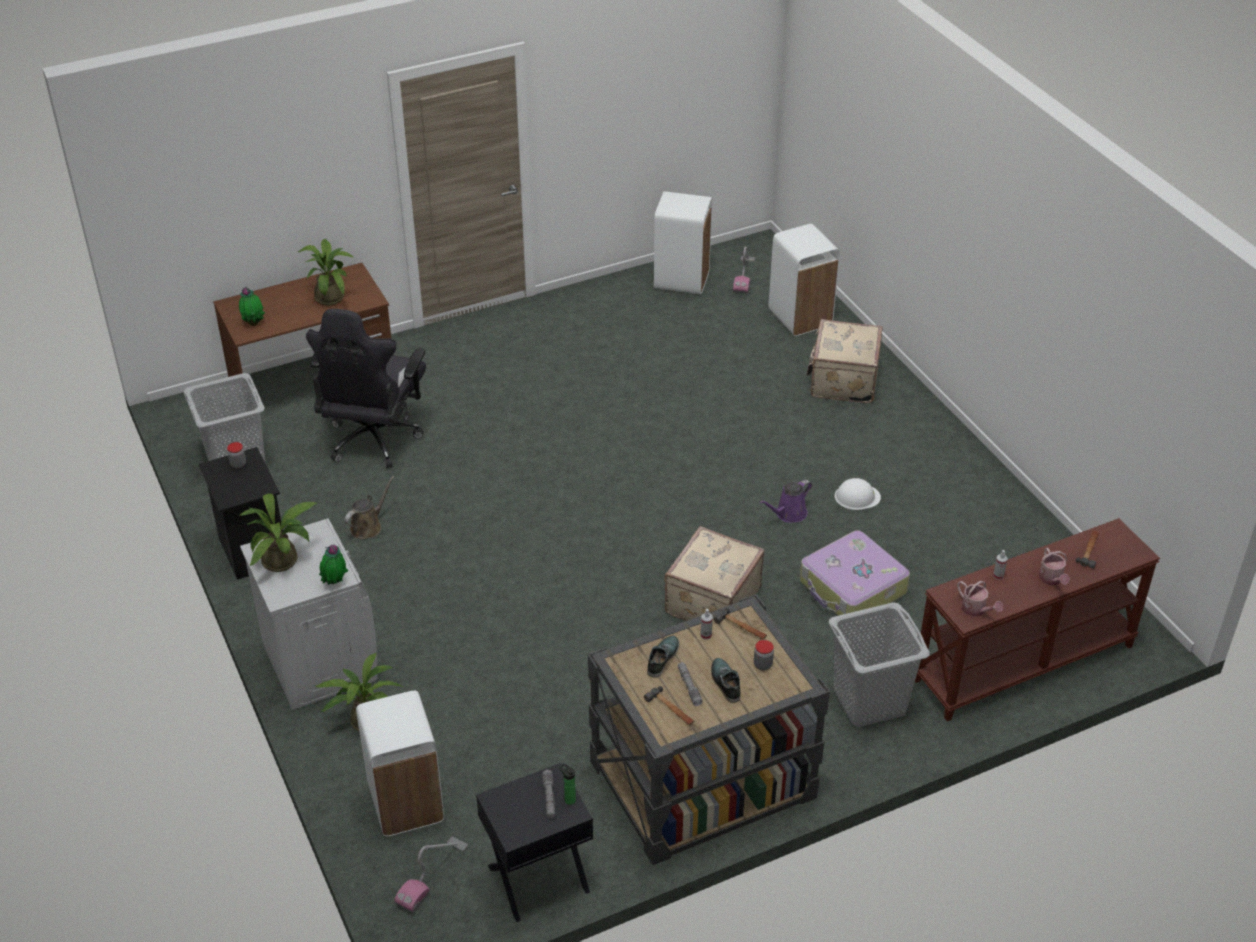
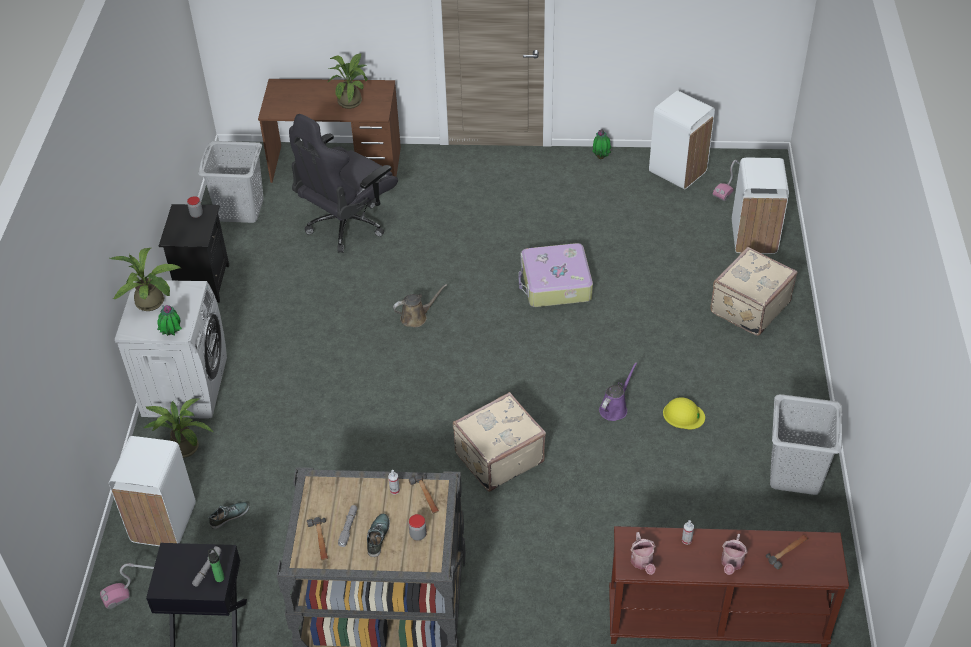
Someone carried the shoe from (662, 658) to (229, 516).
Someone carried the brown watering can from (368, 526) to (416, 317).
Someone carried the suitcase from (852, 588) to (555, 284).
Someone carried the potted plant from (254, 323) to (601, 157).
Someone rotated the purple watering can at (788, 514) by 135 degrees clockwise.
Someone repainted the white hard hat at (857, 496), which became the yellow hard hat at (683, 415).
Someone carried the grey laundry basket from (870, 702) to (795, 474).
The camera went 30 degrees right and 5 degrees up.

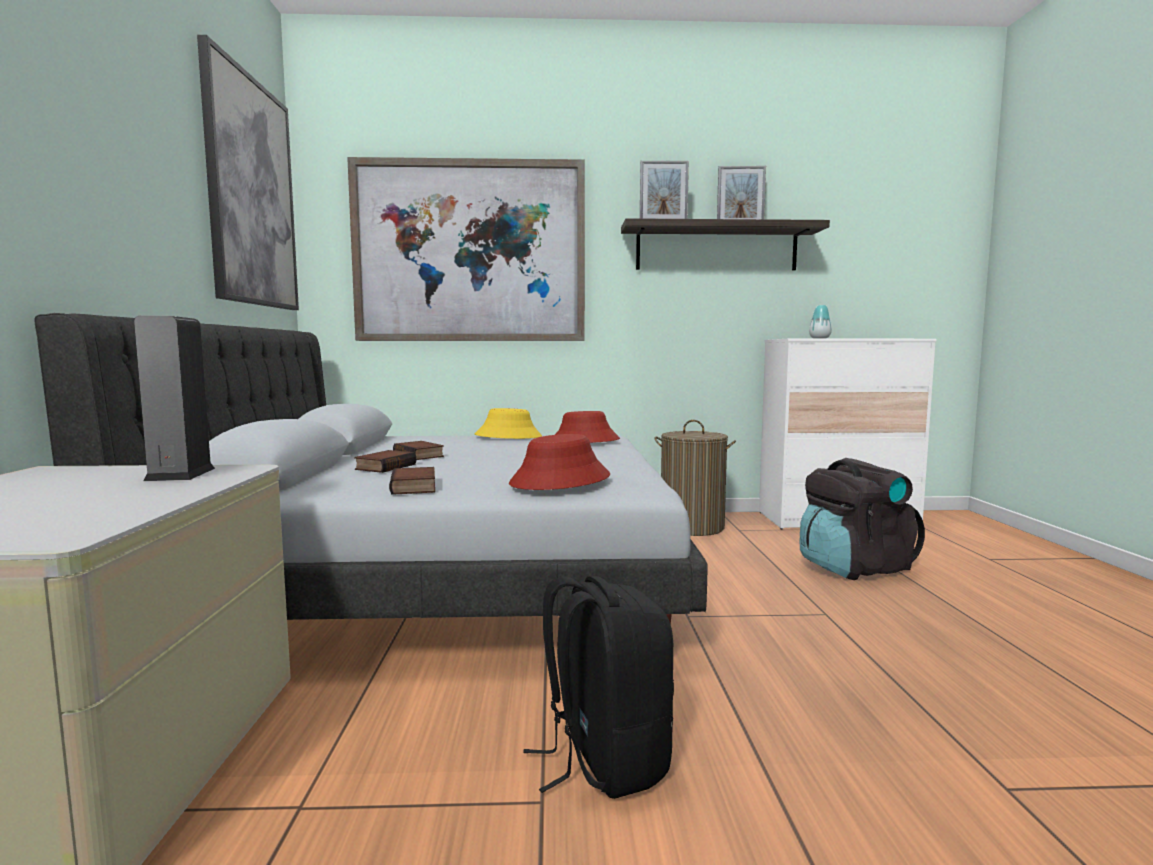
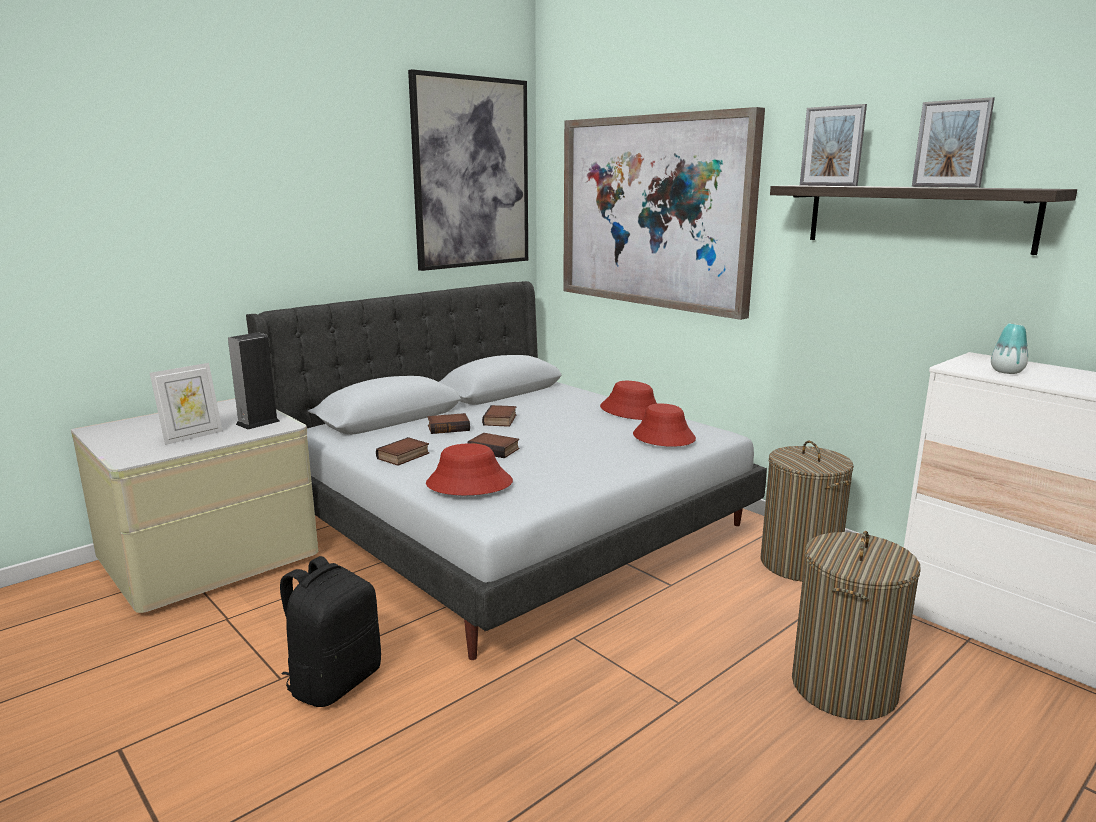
Someone put down the picture frame at (192, 436).
Someone put down the book at (495, 450).
Someone repainted the yellow hat at (508, 436), which became the red hat at (631, 411).
Someone swapped the black backpack at (853, 568) for the laundry basket at (843, 688).
The camera went 50 degrees right and 10 degrees up.

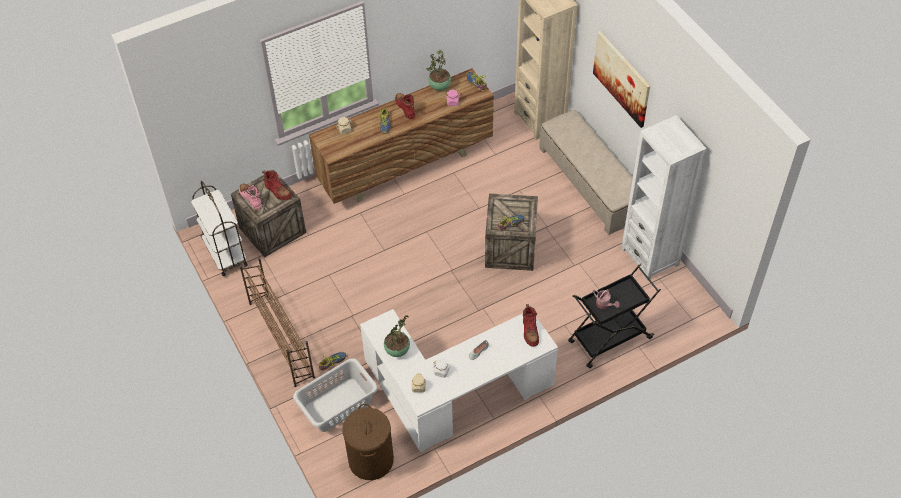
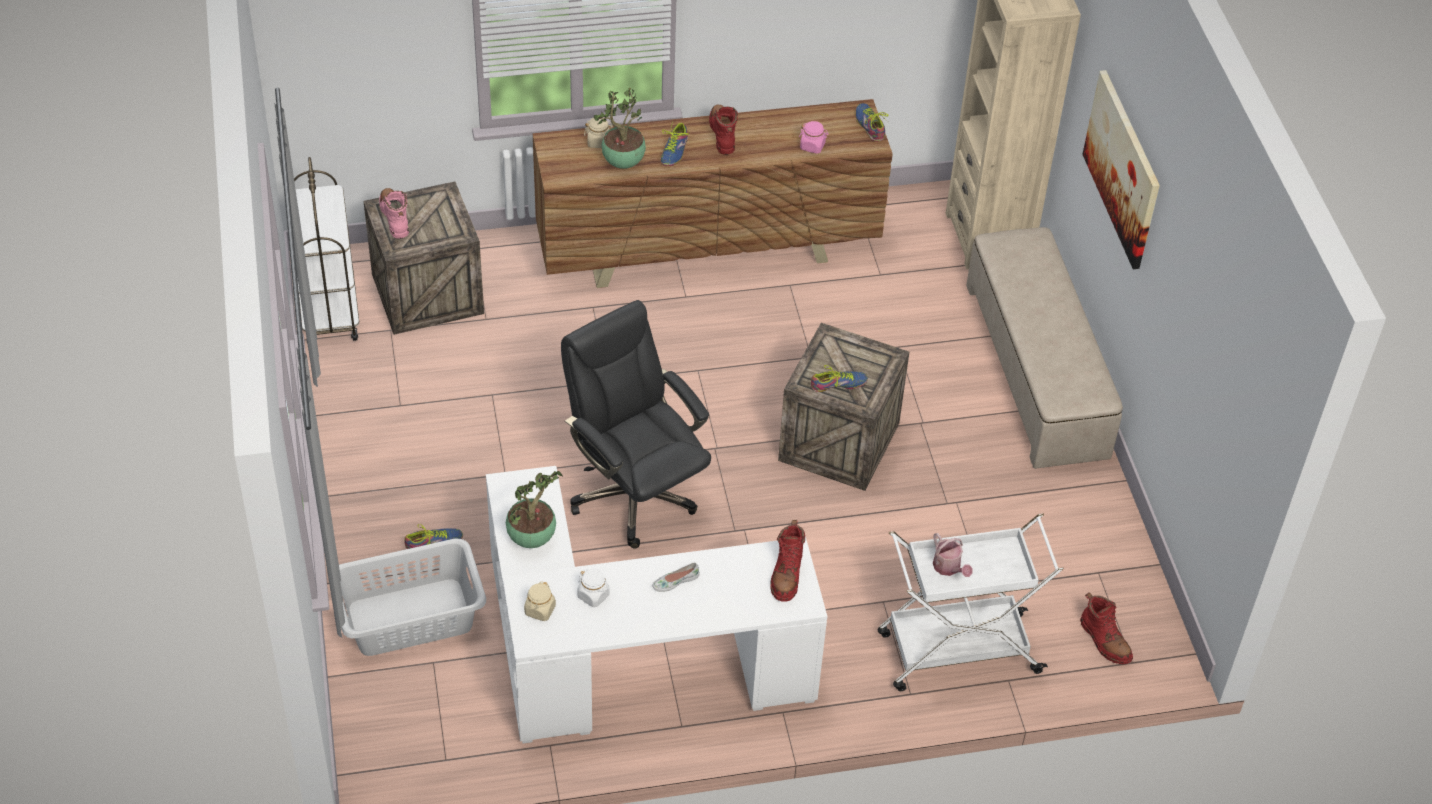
Someone put down the black office chair at (635, 499).
Someone carried the potted plant from (439, 87) to (622, 163).
Someone repainted the black cart at (609, 340), which became the white cart at (957, 652).
Someone carried the red boot from (278, 191) to (1104, 641).
Someone took away the brown shoe rack at (281, 339).
Someone took away the brown laundry basket at (370, 460).
Someone took away the white bookcase at (650, 256).
The camera went 15 degrees right and 5 degrees down.

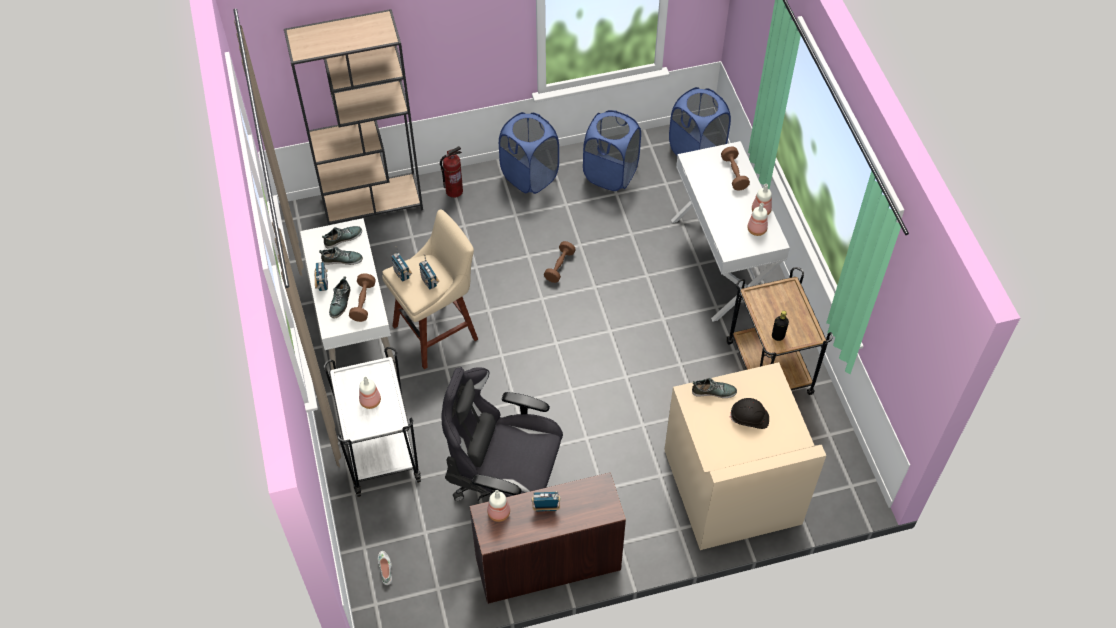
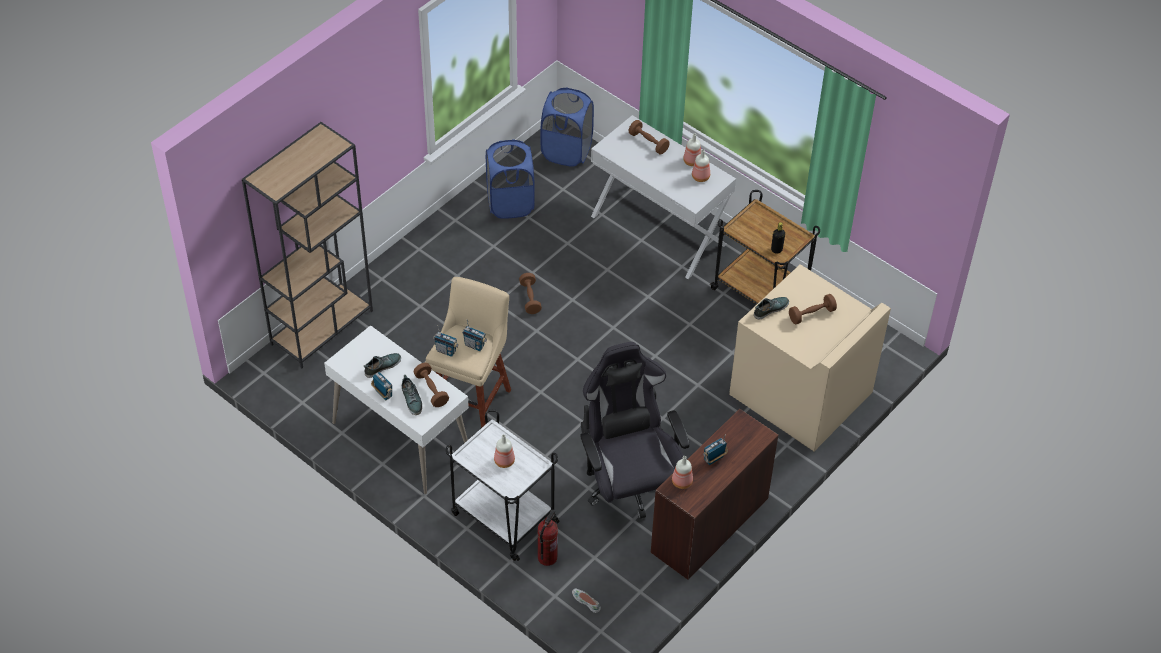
Someone carried the fire extinguisher from (454, 191) to (547, 557).
Someone rotated the black office chair at (507, 485) by 90 degrees clockwise.
Someone swapped the black hard hat at (749, 418) for the brown dumbbell at (811, 314).
Someone took away the shoe at (343, 238).
Someone took away the blue laundry basket at (529, 176).
The camera went 35 degrees left and 5 degrees down.

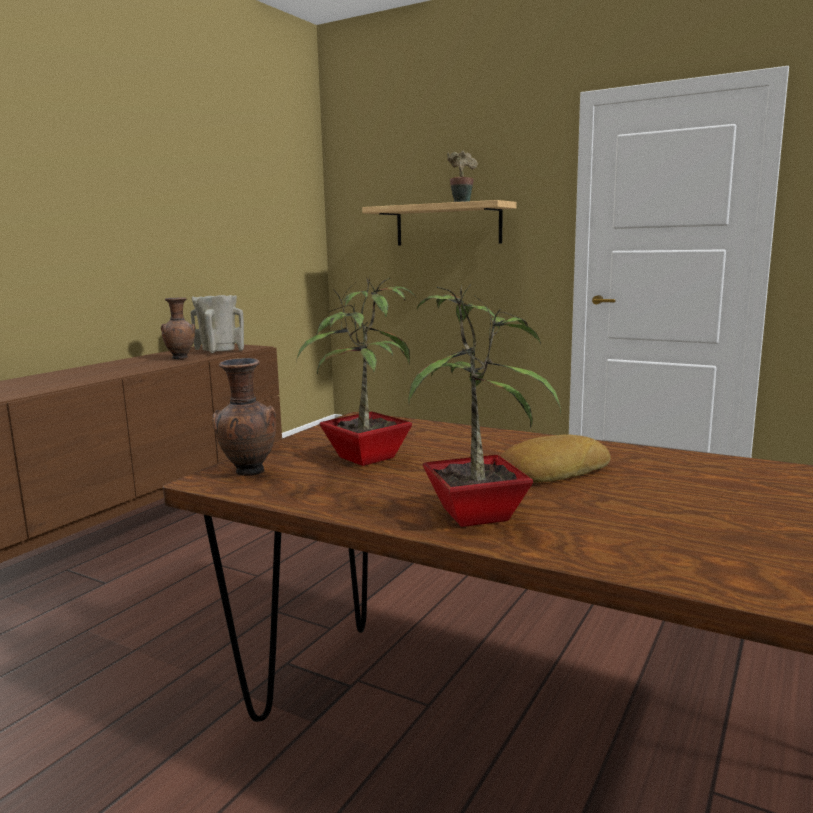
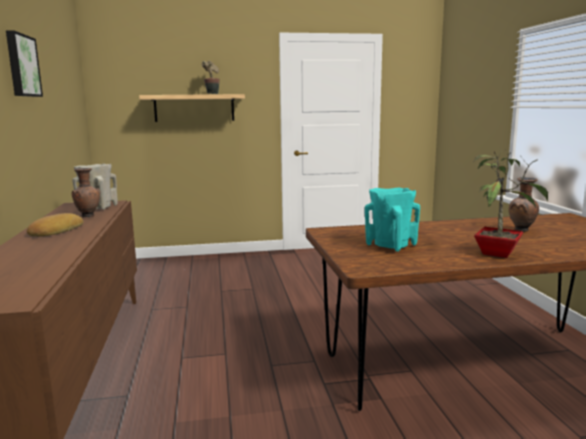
Someone put up the picture at (21, 65).
Someone carried the bread from (551, 471) to (55, 231).
Someone swapped the potted plant at (363, 459) for the turquoise vase at (390, 245).
Someone carried the brown vase from (248, 473) to (522, 230).
The camera went 40 degrees left and 0 degrees up.

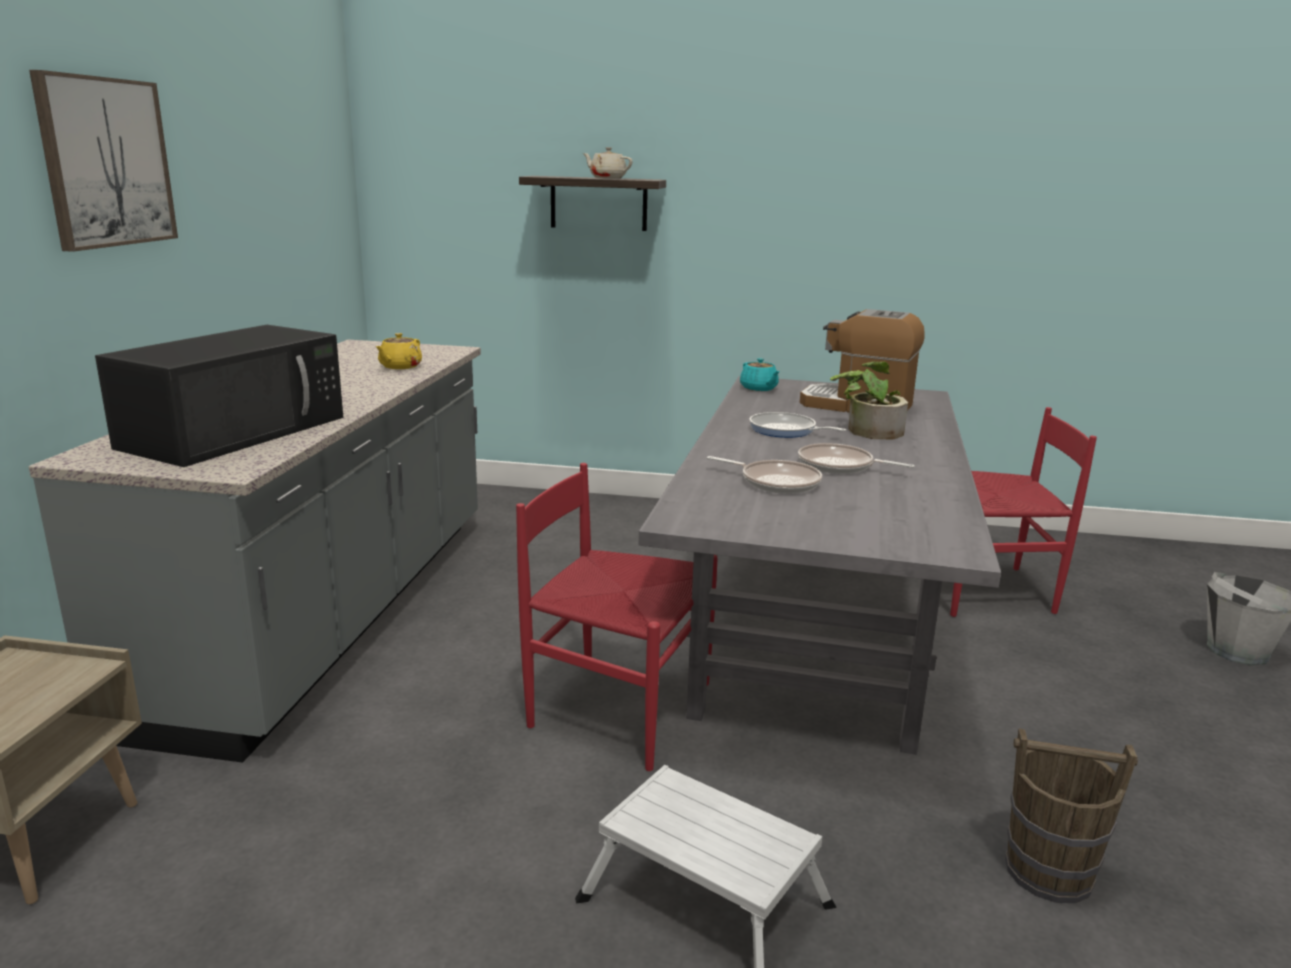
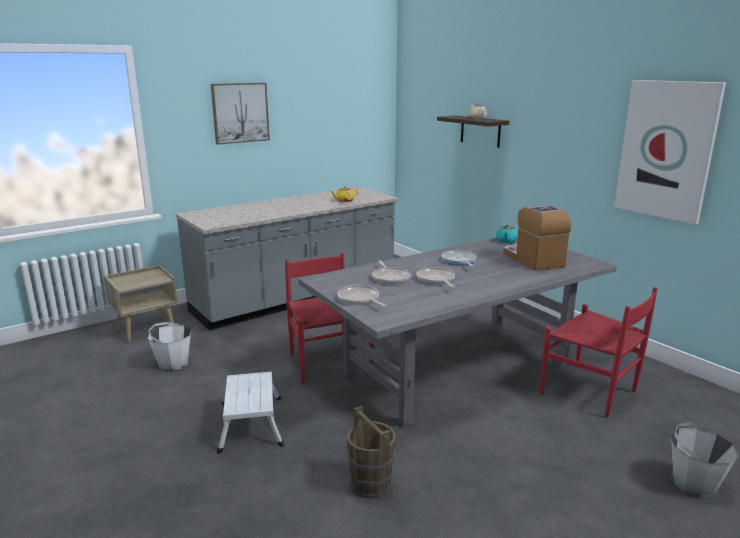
Someone put down the white bucket at (173, 364).
Someone put down the frying pan at (360, 299).
Someone put up the picture at (666, 150).
Someone took away the black microwave at (237, 431).
Someone took away the potted plant at (867, 430).
The camera went 45 degrees right and 0 degrees up.

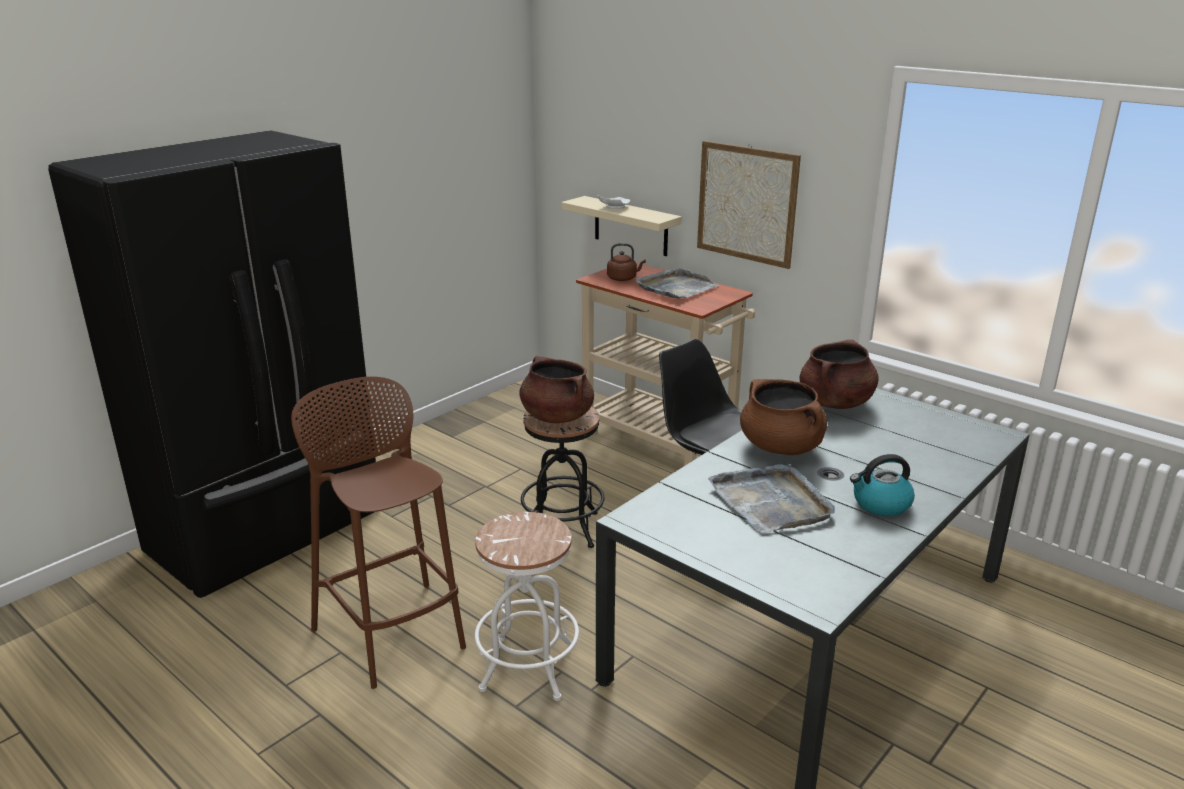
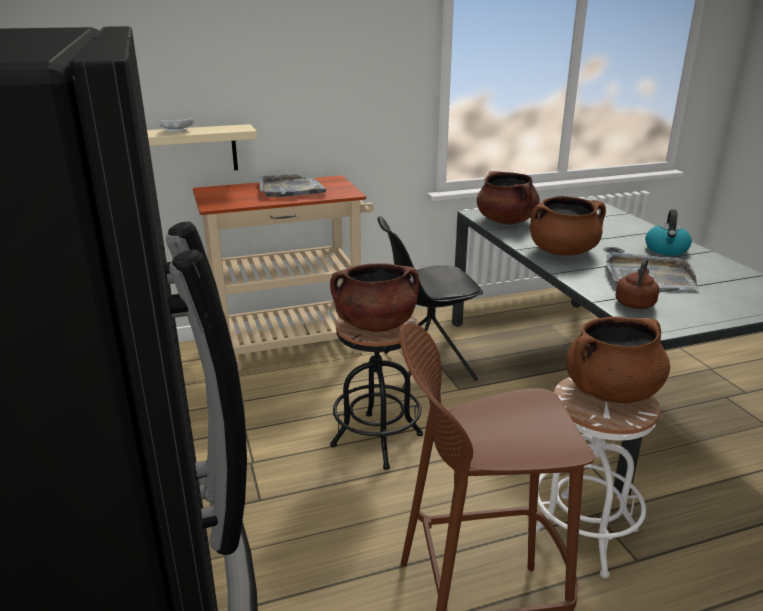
Someone put down the brown cooking pot at (611, 392).
Someone carried the brown kettle from (623, 278) to (635, 303).
Someone took away the picture at (747, 202).
The camera went 60 degrees left and 0 degrees up.

